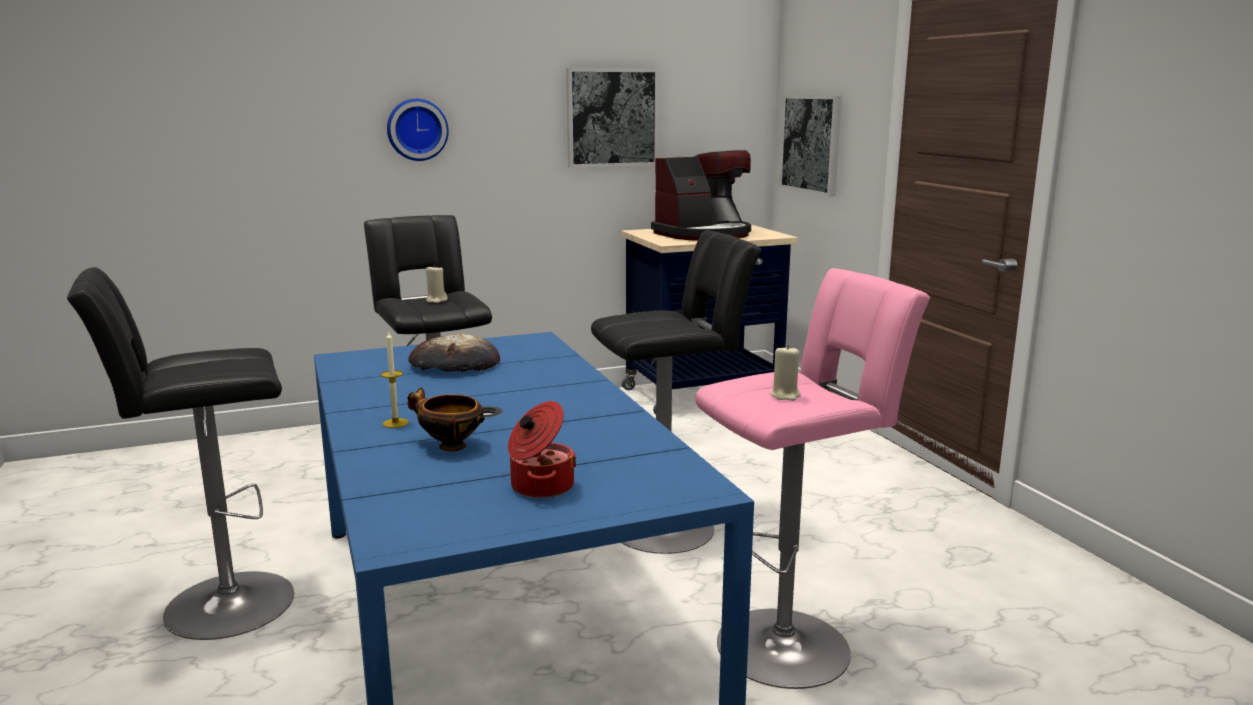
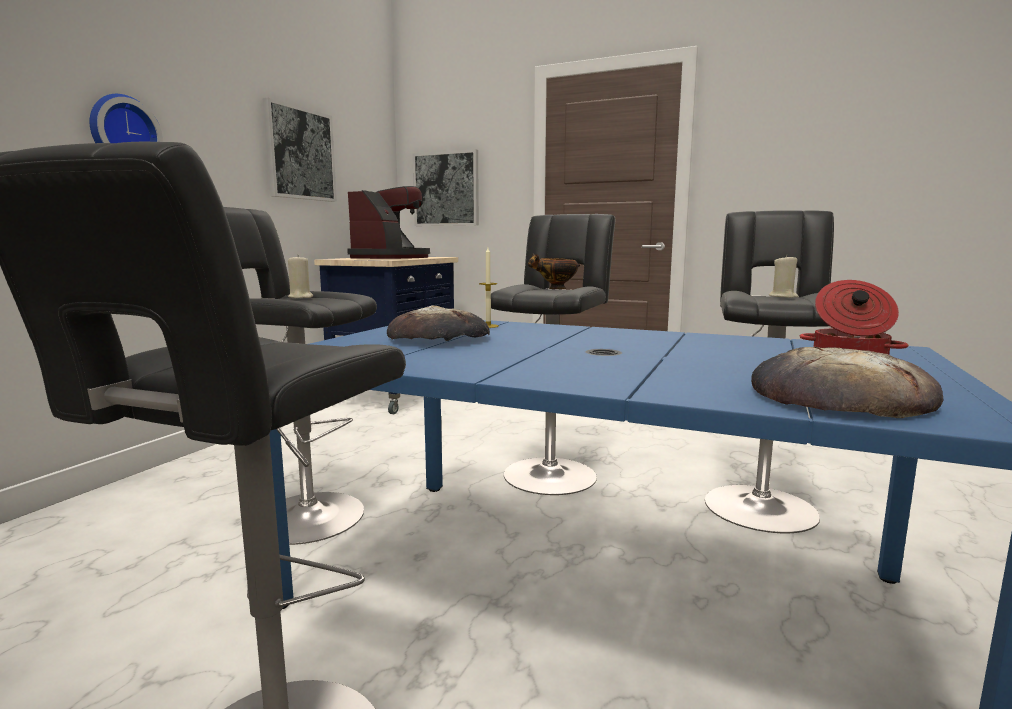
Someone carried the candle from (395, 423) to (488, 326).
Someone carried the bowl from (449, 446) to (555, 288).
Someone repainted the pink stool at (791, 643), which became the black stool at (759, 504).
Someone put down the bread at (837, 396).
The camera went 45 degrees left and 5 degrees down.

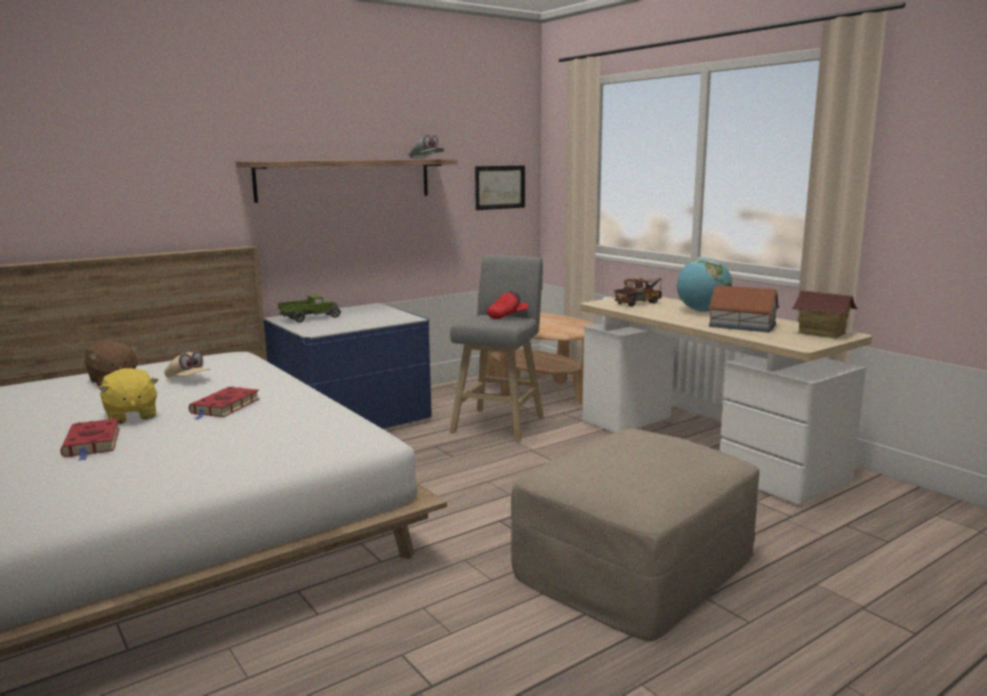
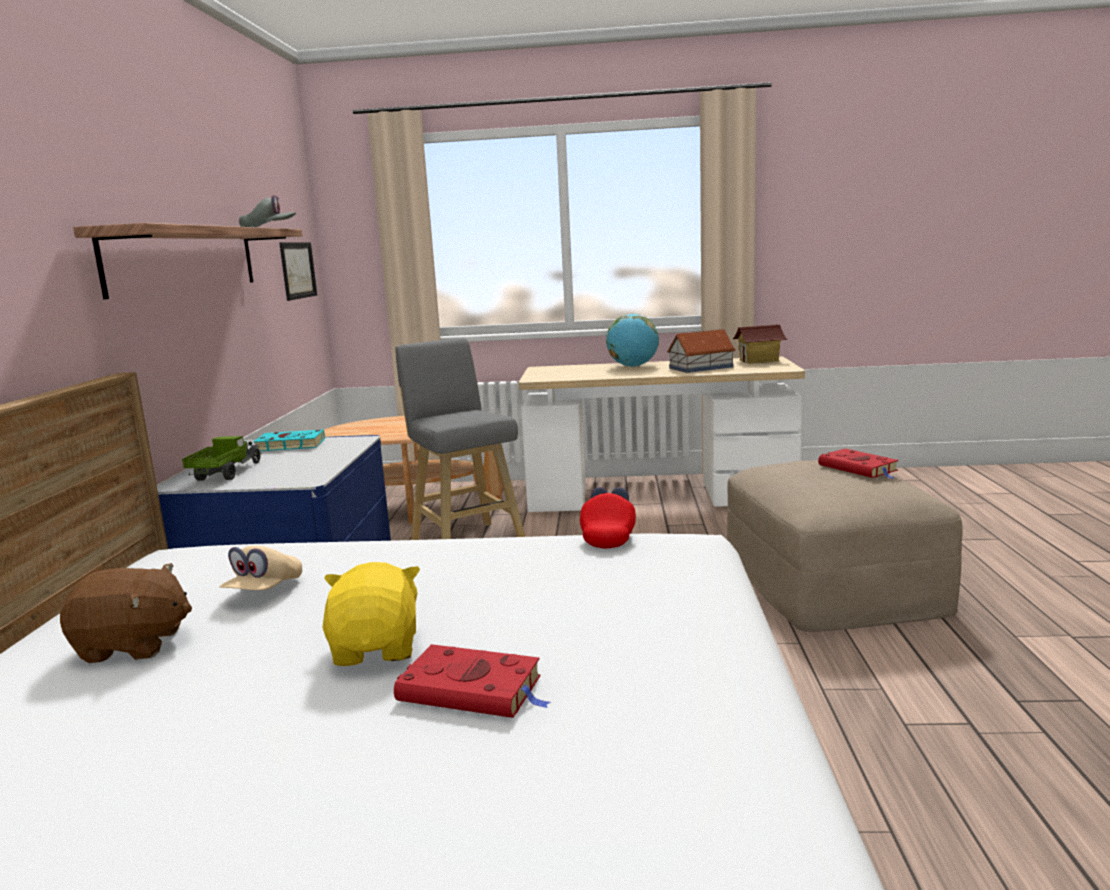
Someone rotated the beige cap at (188, 379) by 120 degrees clockwise.
Someone put down the turquoise book at (288, 445).
Someone rotated the yellow plush toy at (131, 416) by 105 degrees counterclockwise.
Someone carried the red cap from (507, 316) to (608, 536).
Someone carried the red book from (224, 407) to (859, 468).
Someone took away the toy truck at (640, 303).
The camera went 50 degrees left and 0 degrees up.

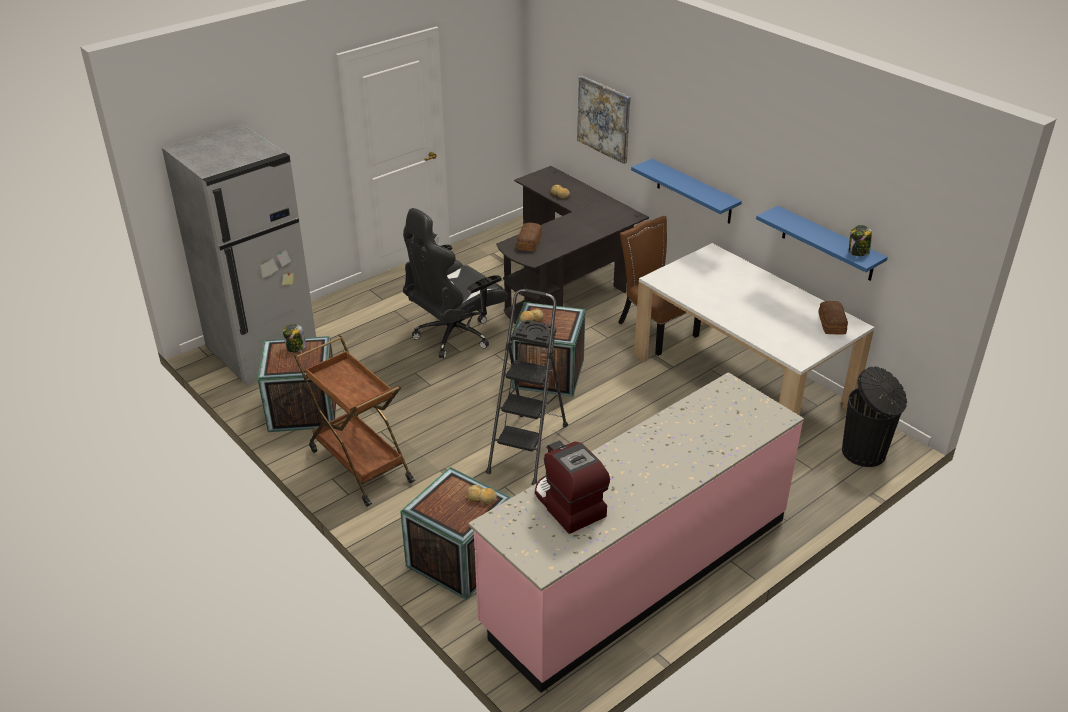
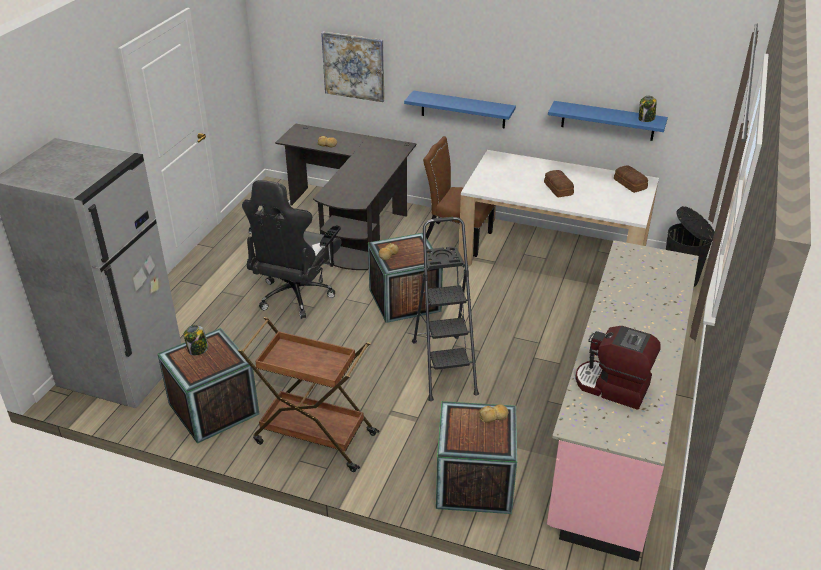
Someone carried the bread from (528, 242) to (558, 189).
The camera went 30 degrees left and 0 degrees up.

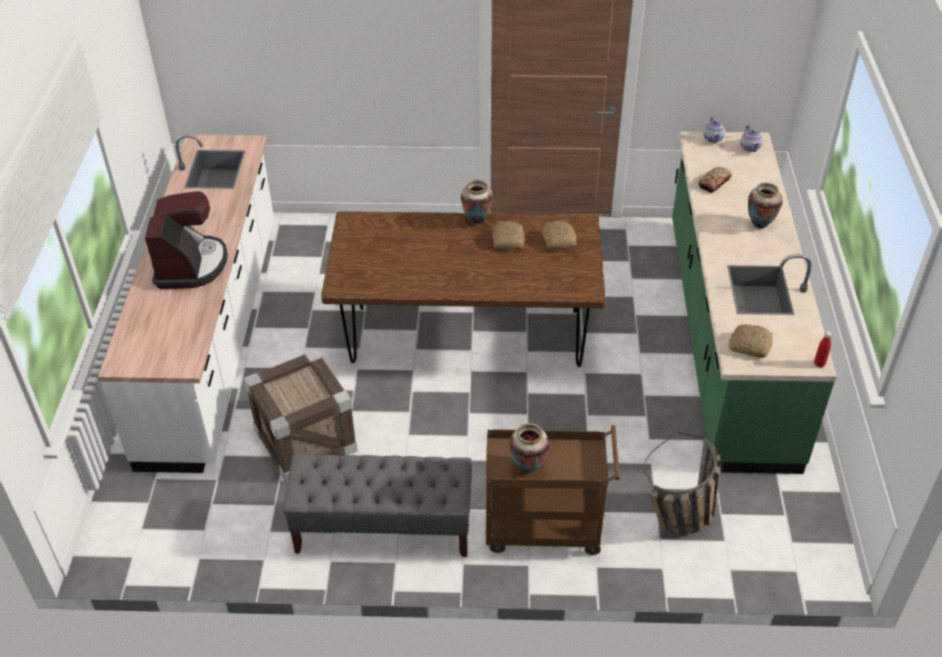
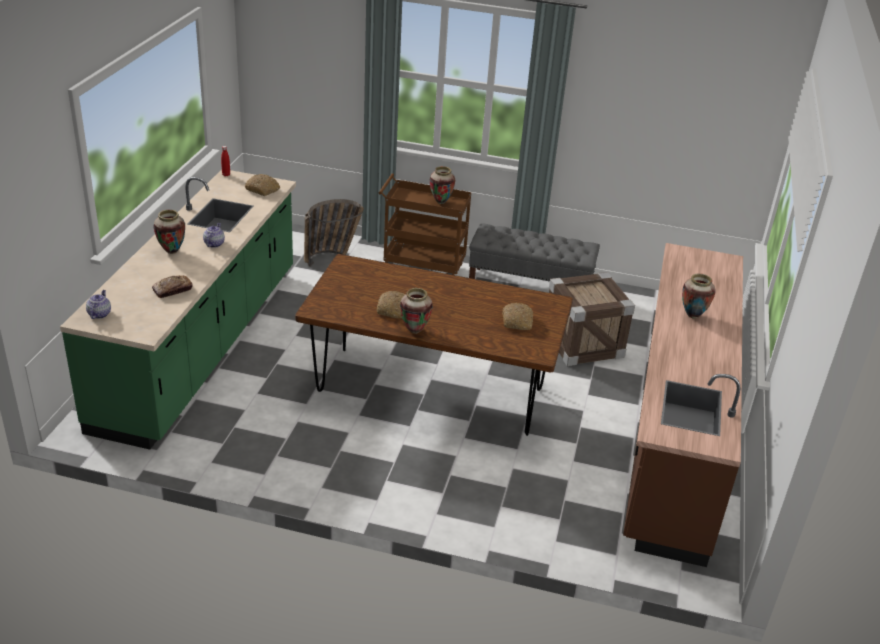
Someone carried the teapot from (713, 139) to (214, 243).
Someone carried the bread from (558, 240) to (517, 321).
Someone repainted the white counter at (214, 337), which became the brown counter at (672, 435).
Someone swapped the coffee machine at (190, 265) for the vase at (692, 315).
The camera went 170 degrees left and 10 degrees down.

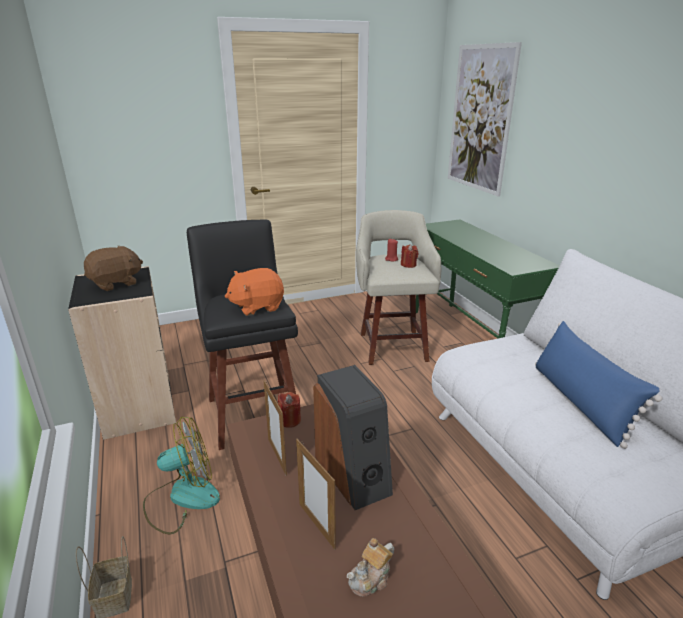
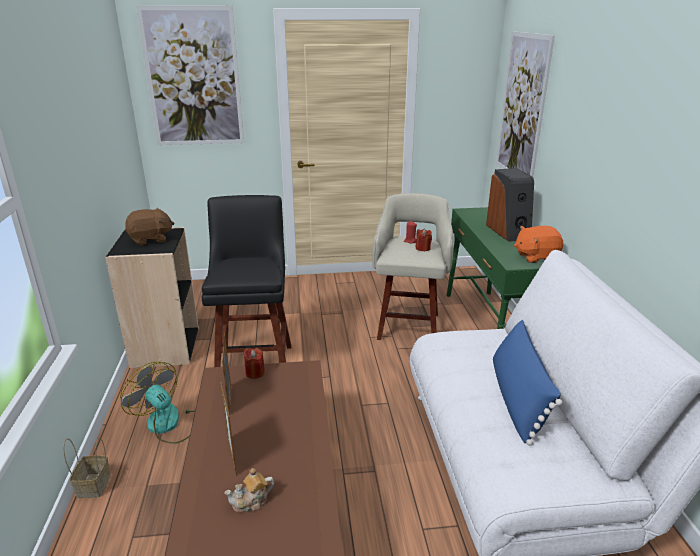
Someone rotated the fan at (182, 498) by 135 degrees counterclockwise.
Someone put up the picture at (193, 78).
Someone carried the speaker from (353, 473) to (508, 231).
Someone carried the orange plush toy from (257, 306) to (536, 257).
The camera went 15 degrees right and 0 degrees up.

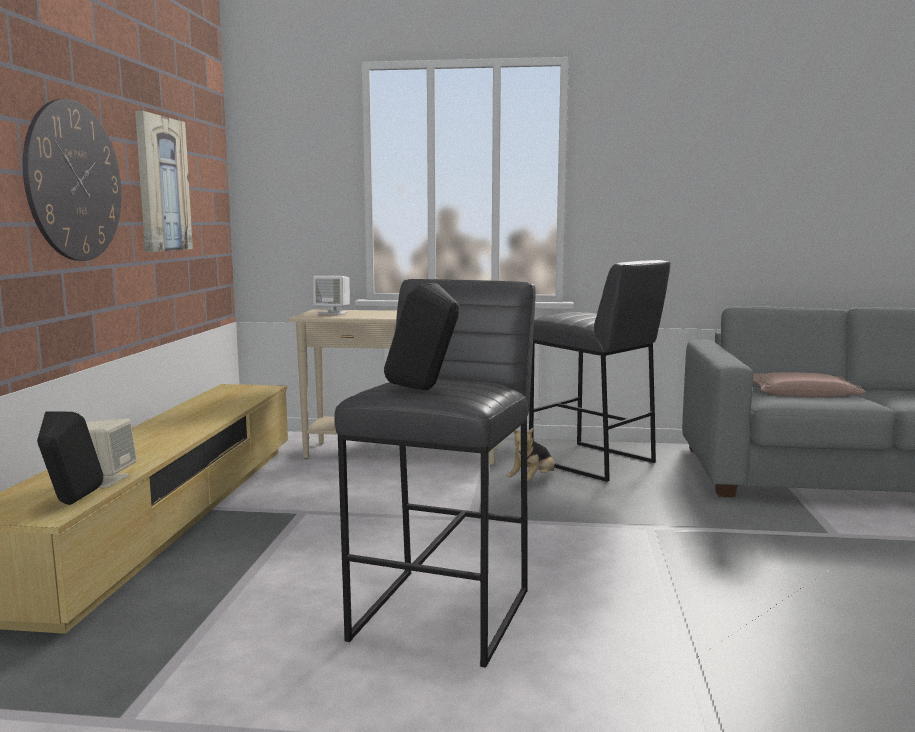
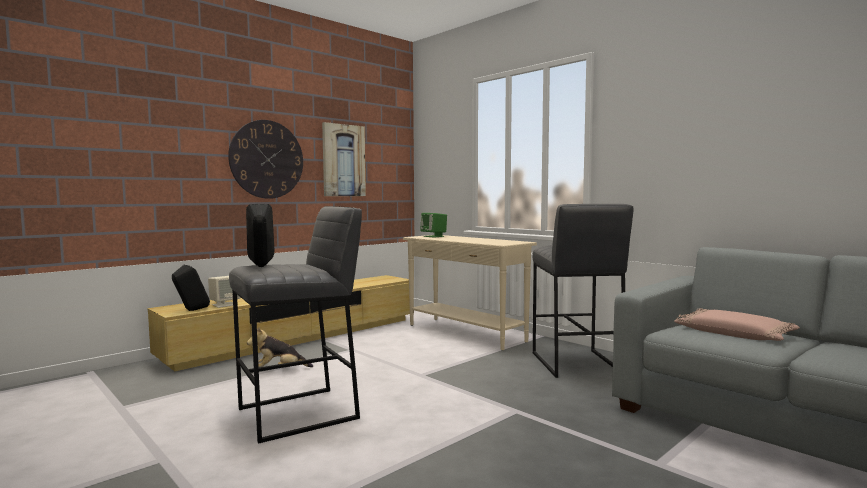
Someone carried the plush toy from (532, 481) to (279, 370).
Someone repainted the white speaker at (333, 313), which became the green speaker at (434, 236).
The camera went 40 degrees right and 5 degrees down.

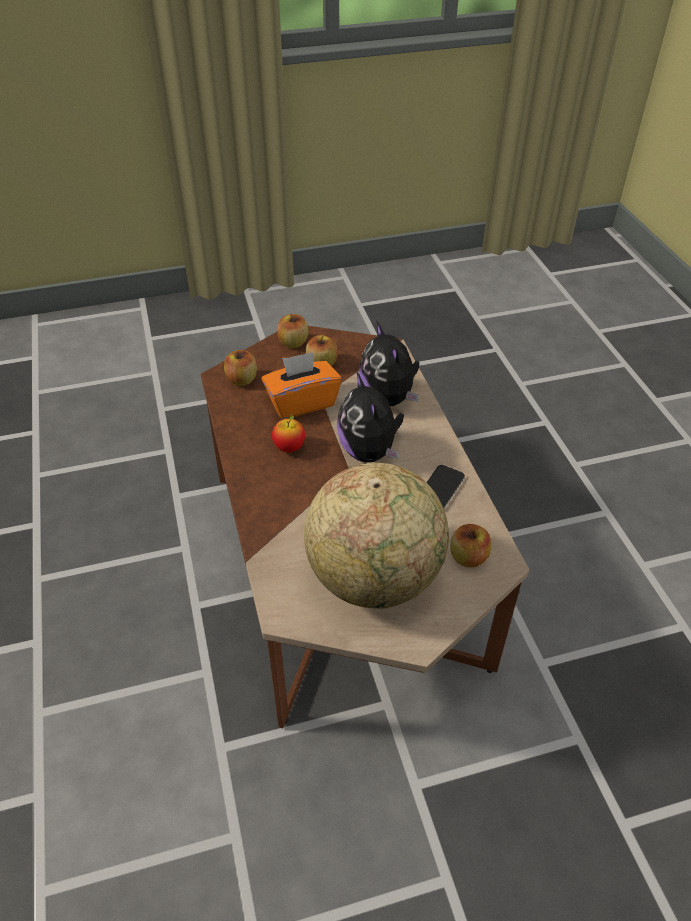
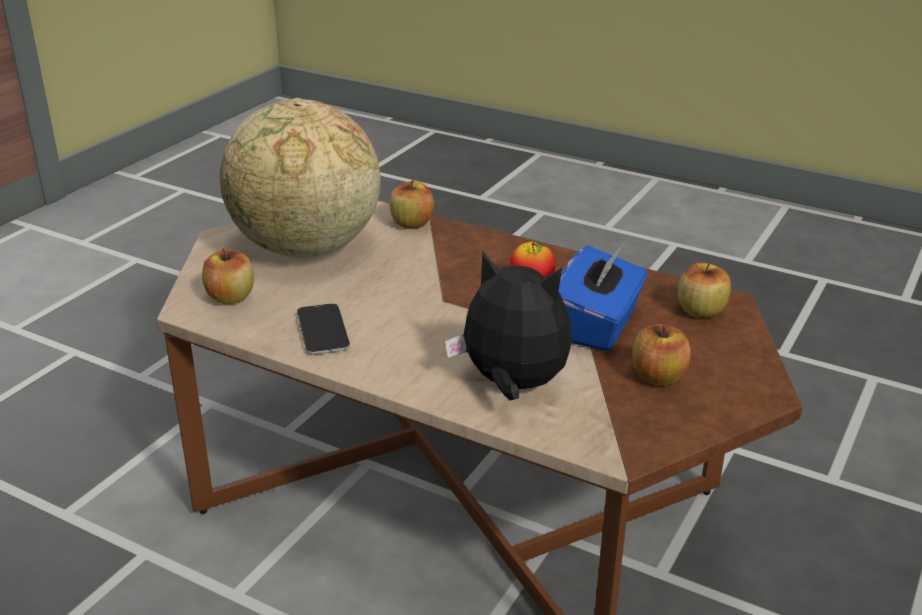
Someone carried the apple from (293, 342) to (412, 223).
Someone repainted the orange tissue box at (301, 402), which became the blue tissue box at (597, 326).
Someone took away the plush toy at (369, 451).
The camera went 135 degrees right and 15 degrees down.

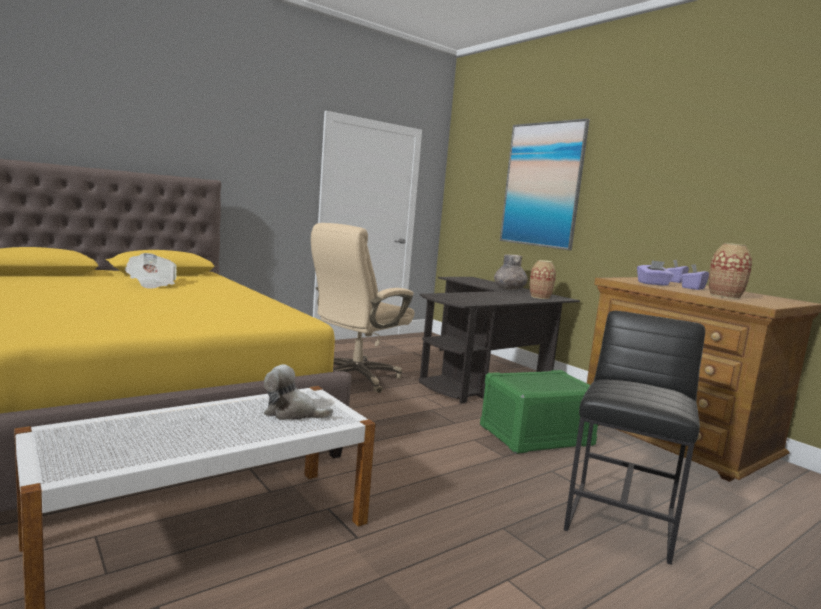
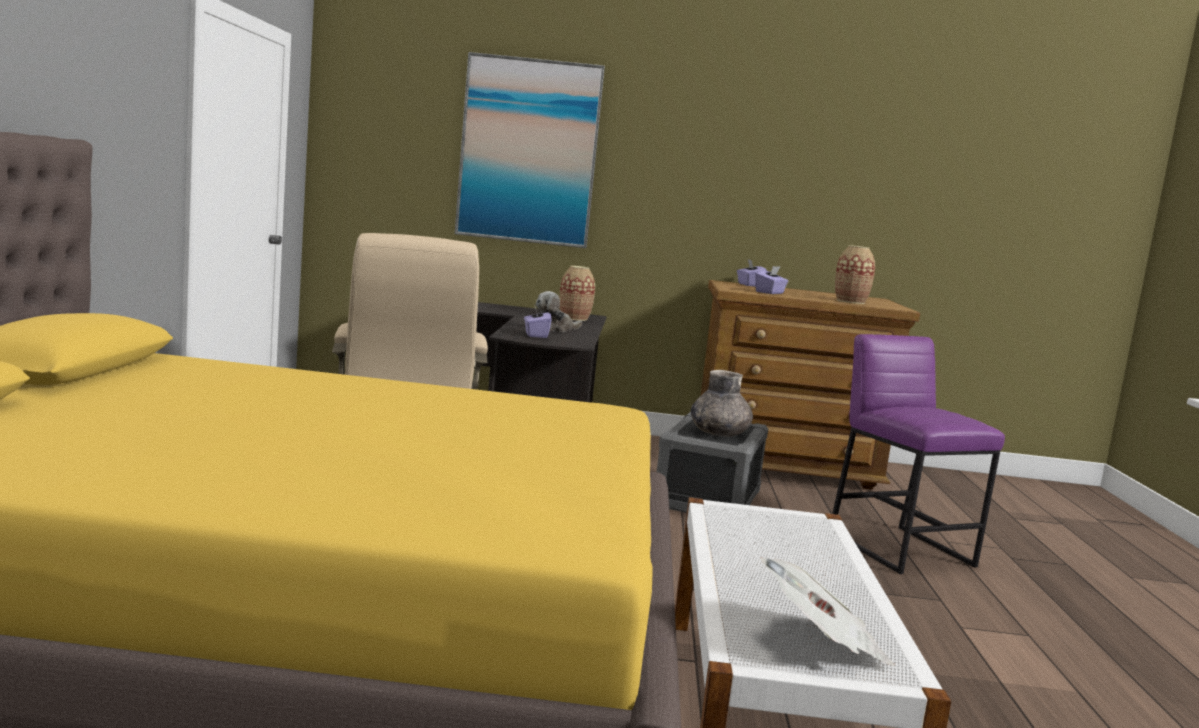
Someone carried the purple tissue box from (692, 288) to (535, 335).
Someone carried the plush toy from (292, 413) to (555, 329).
Someone repainted the green storage box at (536, 436), which became the grey storage box at (708, 499).
Someone carried the grey vase from (509, 289) to (719, 433).
Someone carried the newspaper from (151, 284) to (822, 644).
Someone repainted the black chair at (621, 519), which became the purple chair at (899, 548).
The camera went 50 degrees left and 0 degrees up.

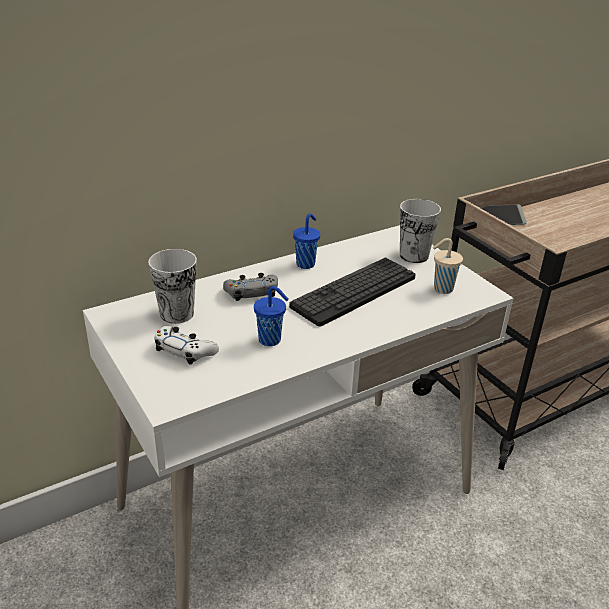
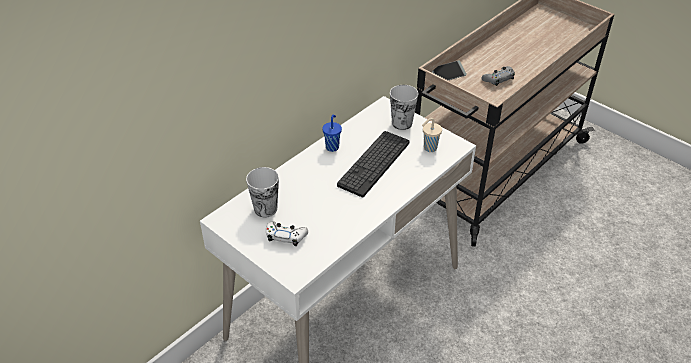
Someone carried the grey game controller from (251, 293) to (498, 79).
Someone took away the blue cup at (271, 340).
The camera went 15 degrees left and 10 degrees up.

